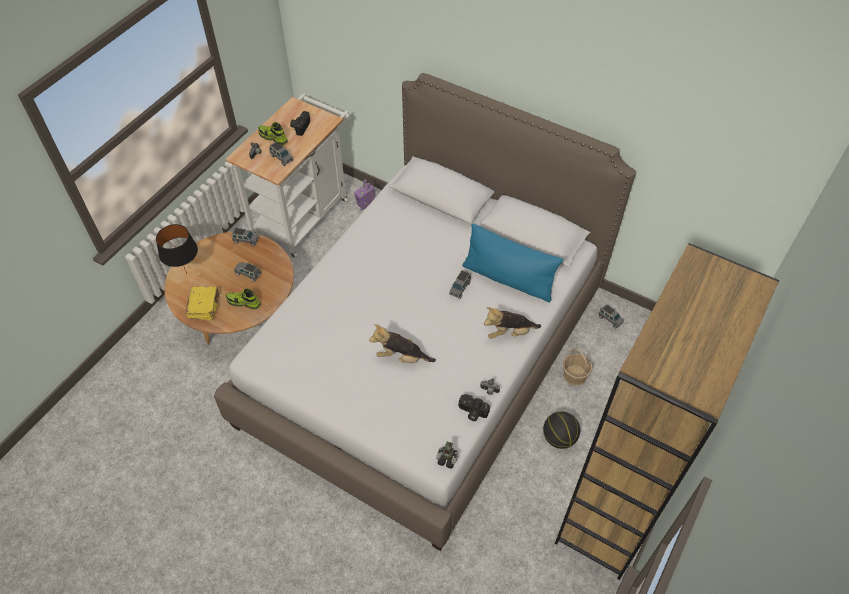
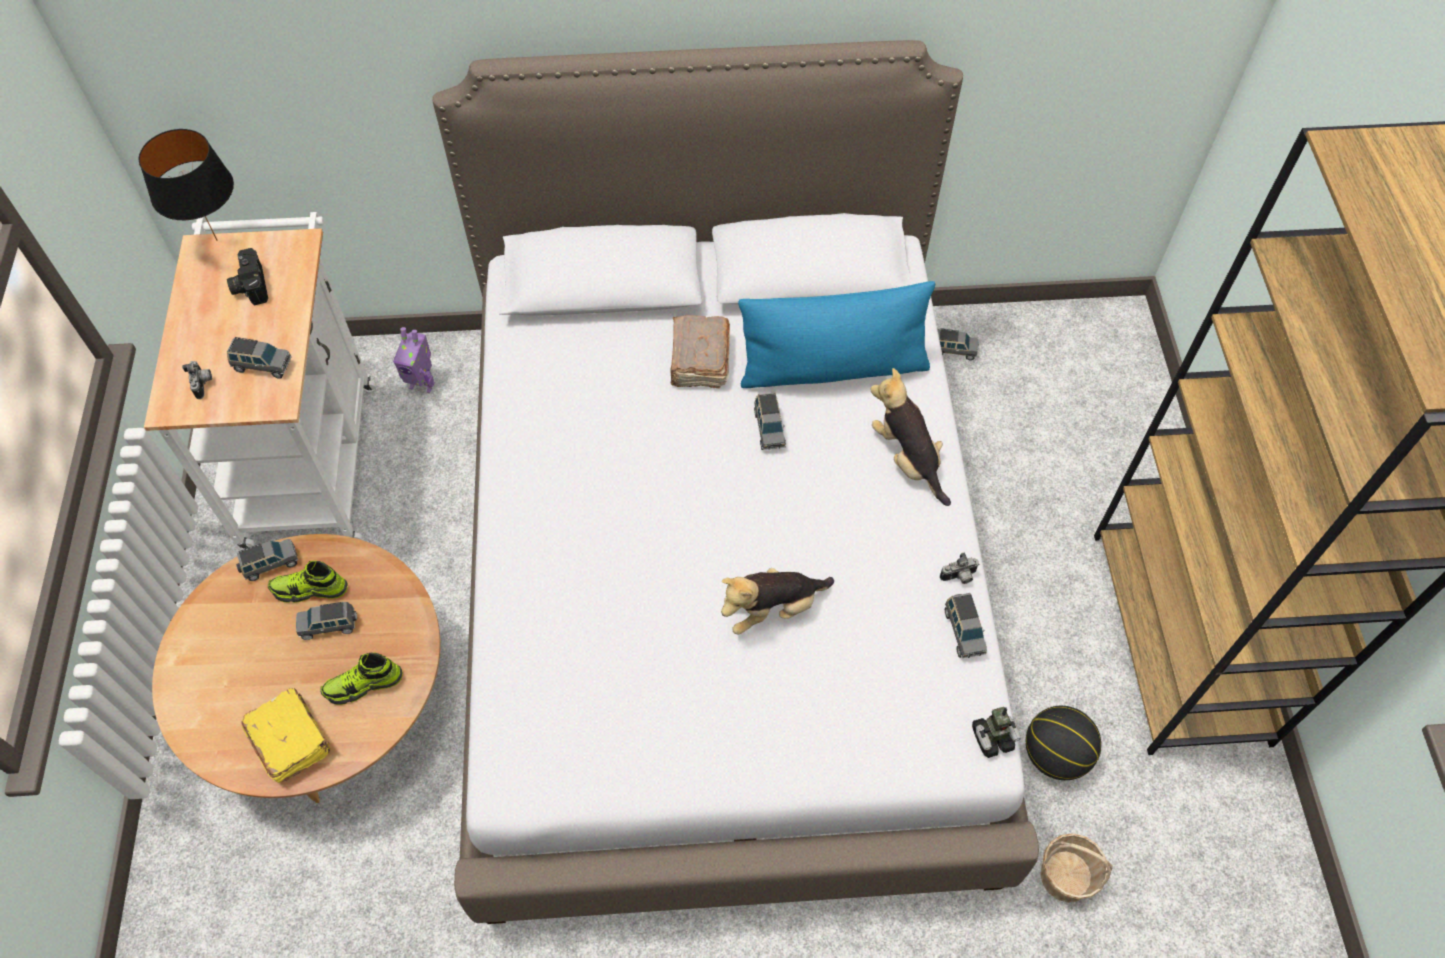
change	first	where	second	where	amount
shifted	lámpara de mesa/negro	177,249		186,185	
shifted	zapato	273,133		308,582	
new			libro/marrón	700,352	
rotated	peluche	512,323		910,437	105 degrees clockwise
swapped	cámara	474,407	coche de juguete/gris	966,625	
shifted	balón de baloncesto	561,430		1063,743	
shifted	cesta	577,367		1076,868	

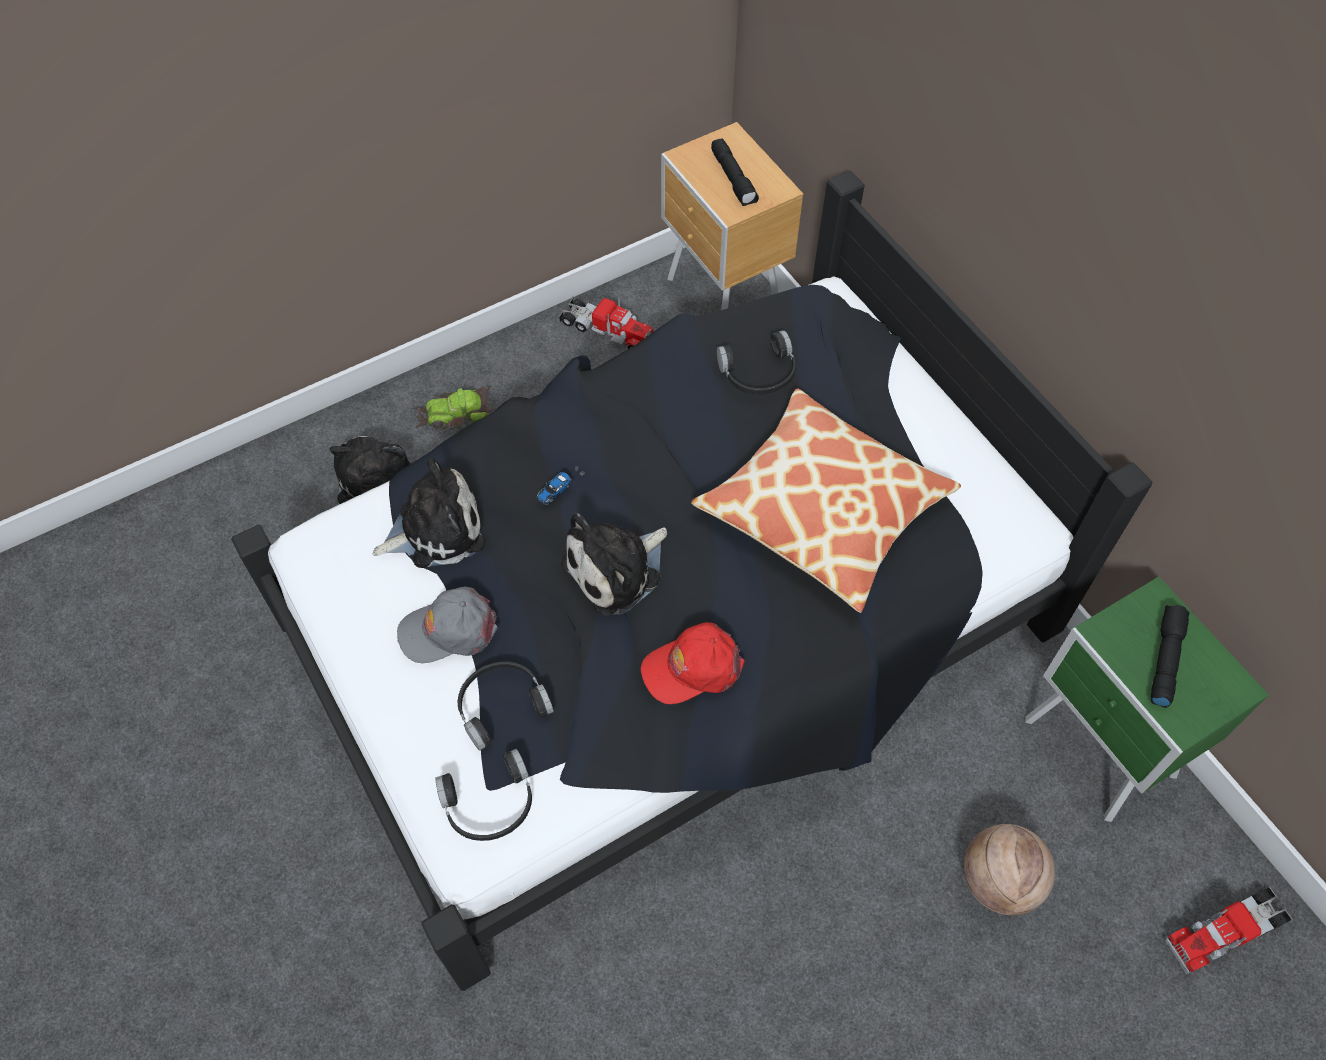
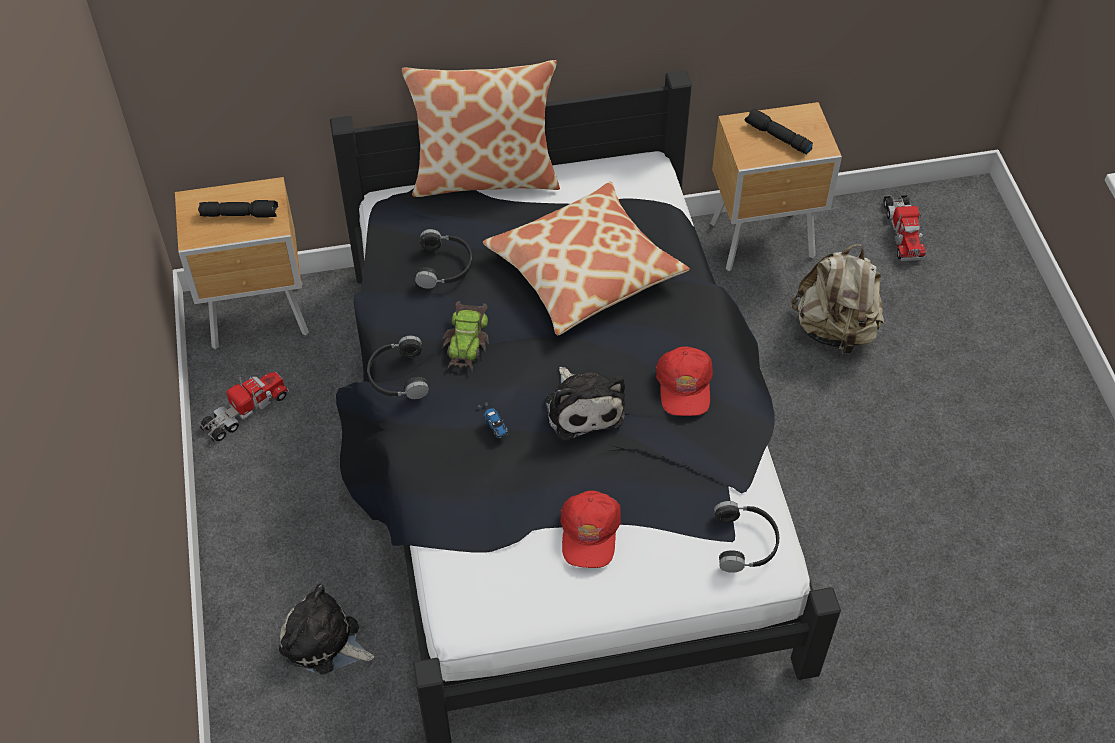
change	first	where	second	where	amount
shifted	auriculares/negro	505,706		398,367	
new			cojín	481,128	
shifted	coche de juguete	453,408		465,335	
repainted	gorra/gris	447,625	gorra/rojo	590,529	
repainted	mesita de noche/verde	1147,699	mesita de noche/marrón	776,186	
swapped	balón de baloncesto	1009,869	mochila/beis	837,300	
gone	peluche	429,512			

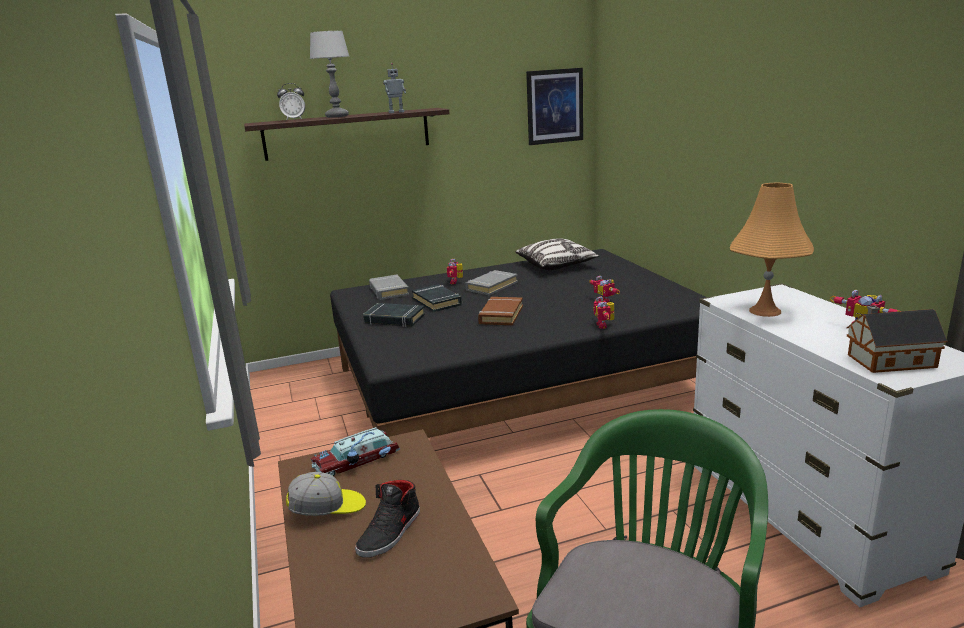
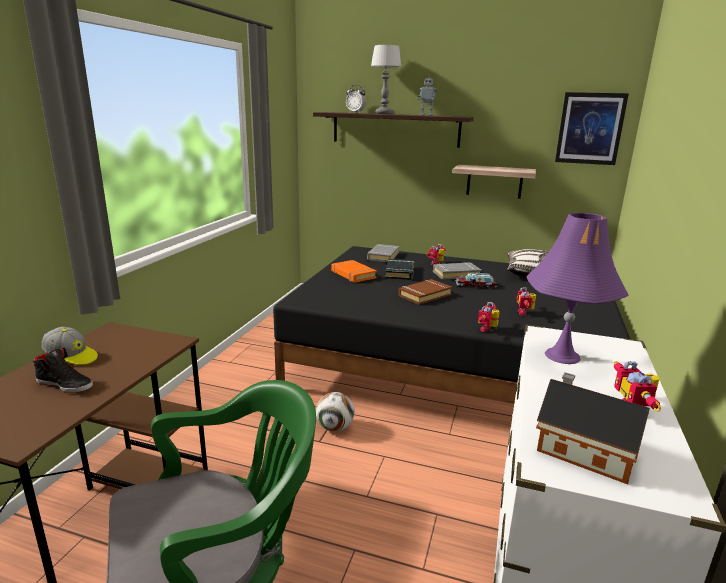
change	first	where	second	where	amount
rotated	zapato/negro	387,519		63,370	135 degrees counterclockwise
new			balón de fútbol	335,412	
repainted	libro/negro	394,315	libro/naranja	354,271	
new			estante	494,182	
shifted	coche de juguete	355,451		476,280	
repainted	lámpara de mesa/naranja	772,249	lámpara de mesa/morado	577,288	

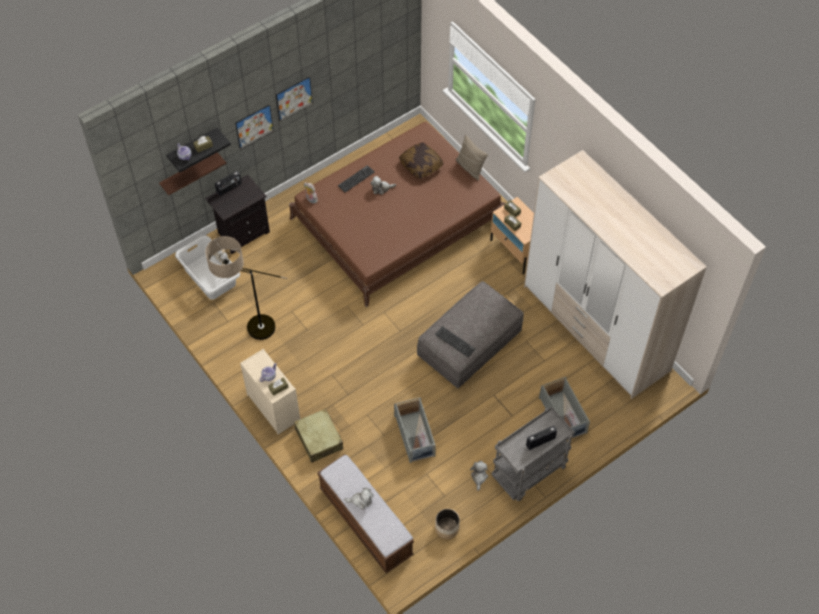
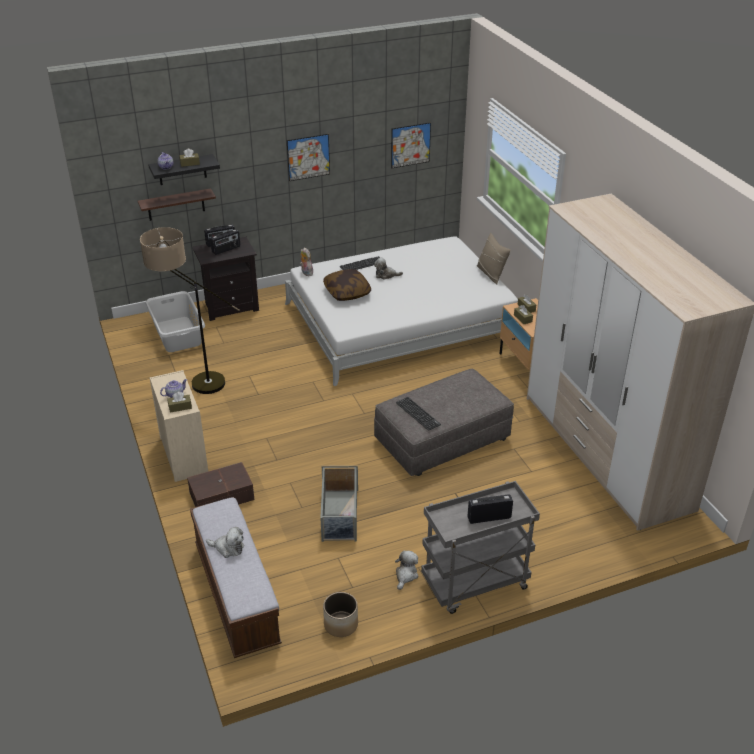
change	first	where	second	where	amount
swapped	maleta/beis	318,436	caja de almacenaje/marrón	220,484	
new			radio	225,242	
repainted	cama/marrón	397,214	cama/blanco	401,311	
shifted	cojín	421,161		347,285	
shifted	cuadro	254,127		411,145	
gone	caja de almacenaje/gris	564,408			

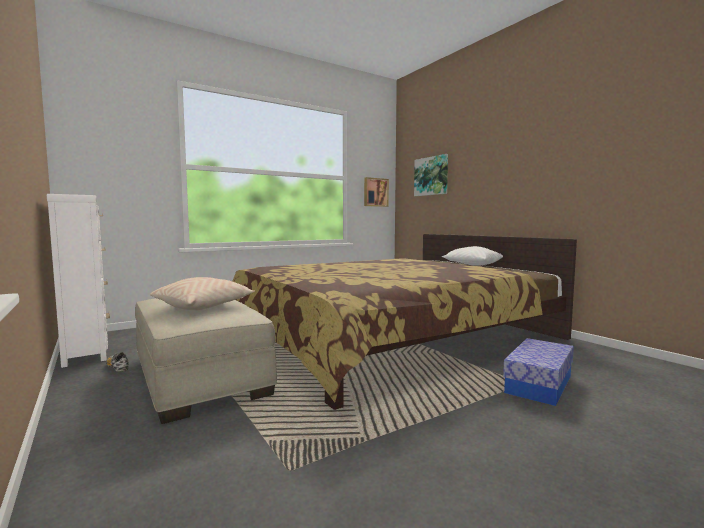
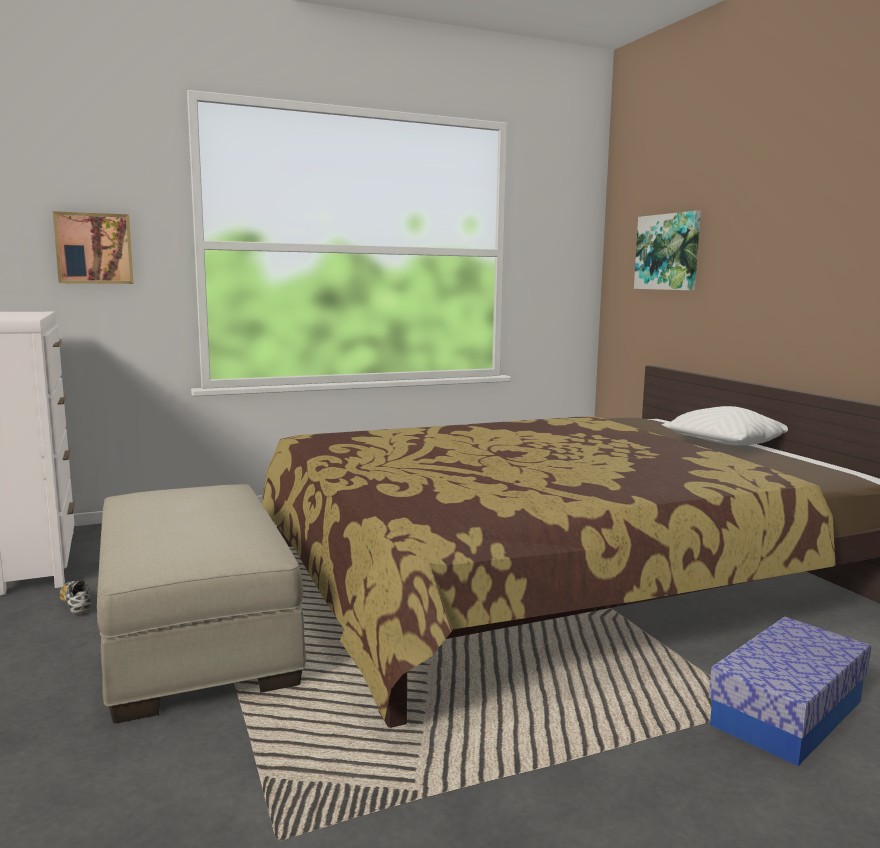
change	first	where	second	where	amount
shifted	cuadro	376,192		93,247	
gone	cojín/beis	202,293			

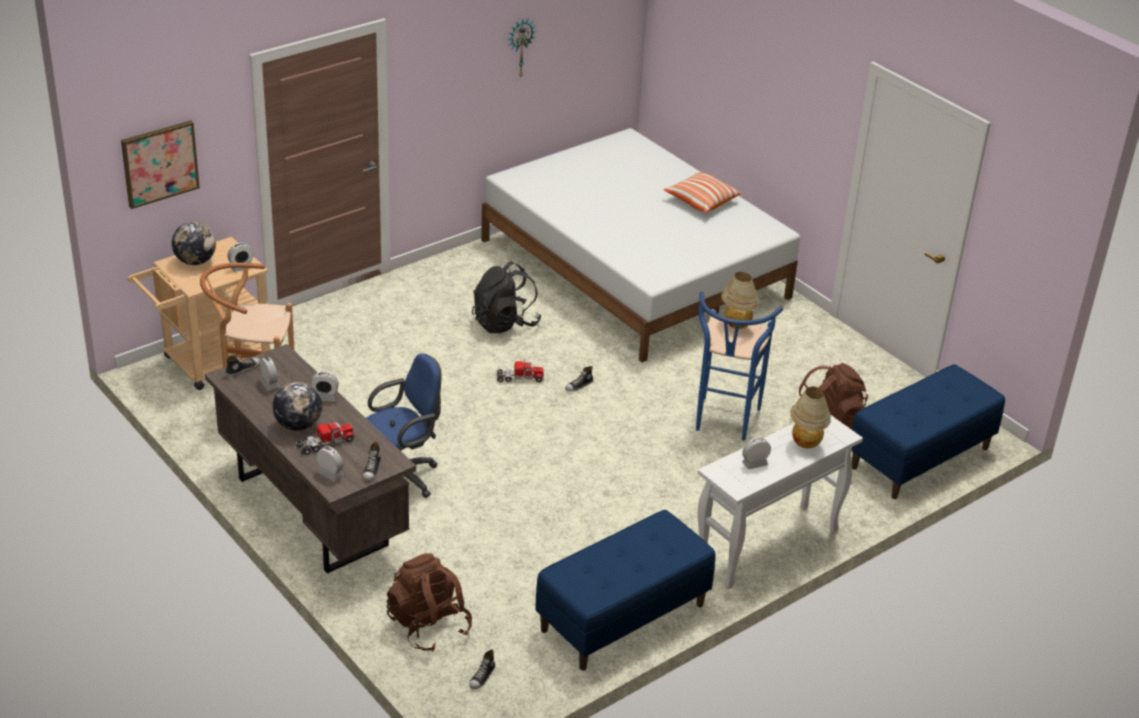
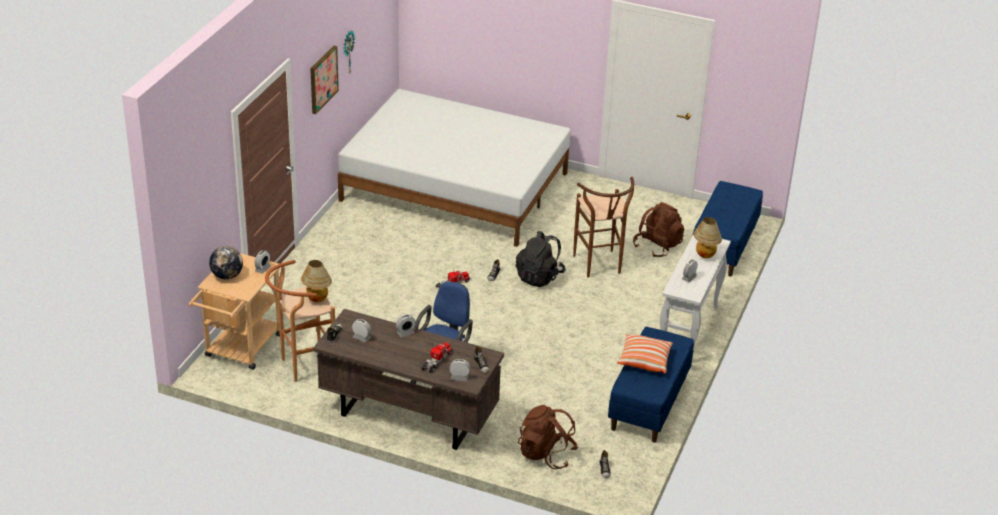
change	first	where	second	where	amount
shifted	lámpara de mesa	740,300		316,281	
shifted	cuadro	160,164		324,80	
shifted	mochila/negro	506,297		541,259	
repainted	taburete/azul	739,365	taburete/marrón	603,227	
shifted	cojín	702,192		645,354	
gone	globo terráqueo	297,406			

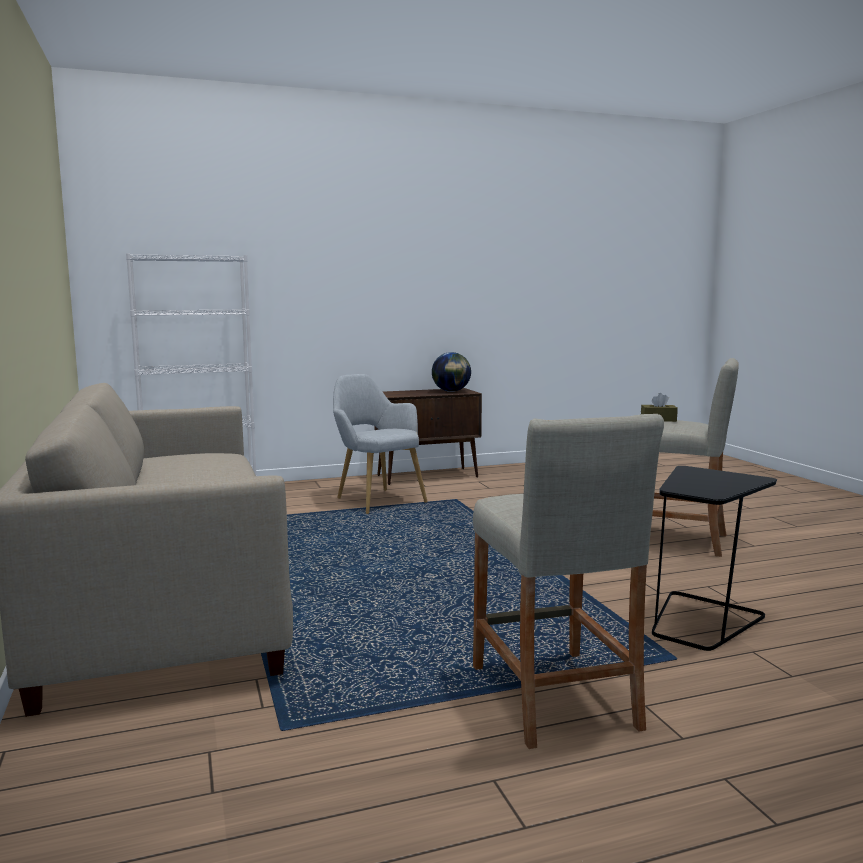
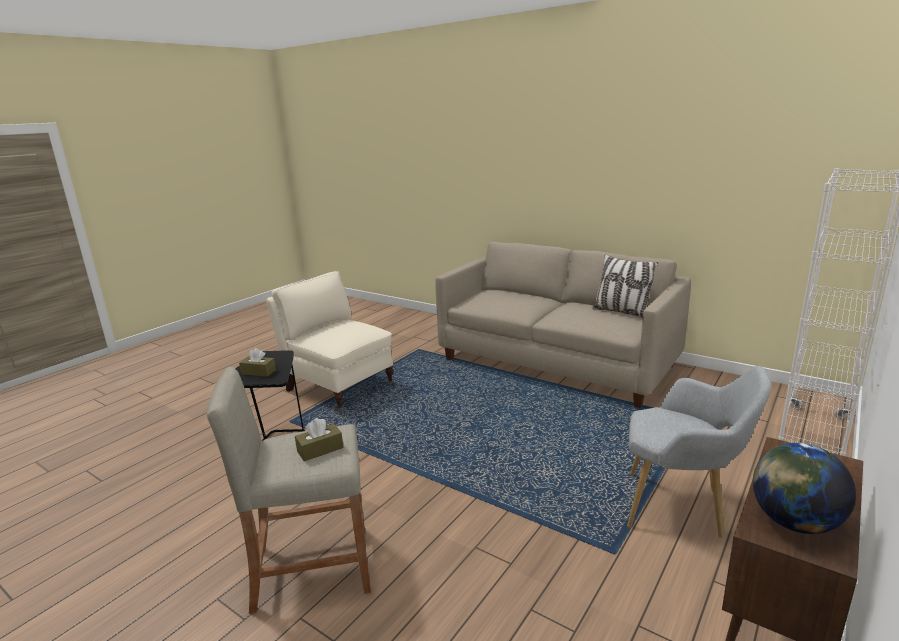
change	first	where	second	where	amount
new			caja de pañuelos/marrón	257,362	
swapped	taburete/beis	568,581	sillón/beis	330,341	
new			cojín	625,286	

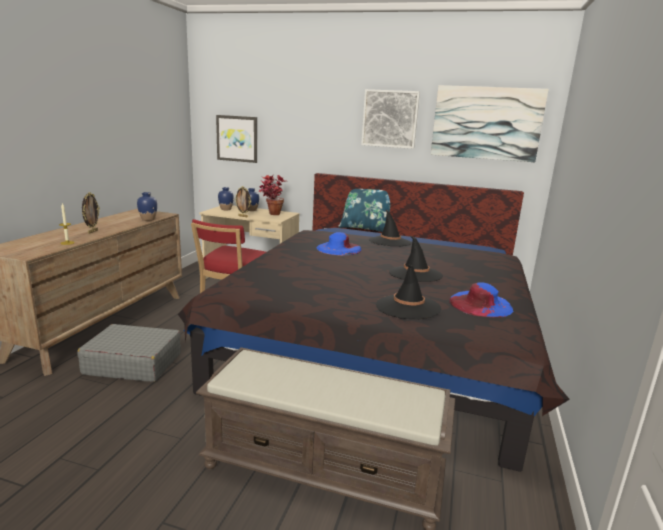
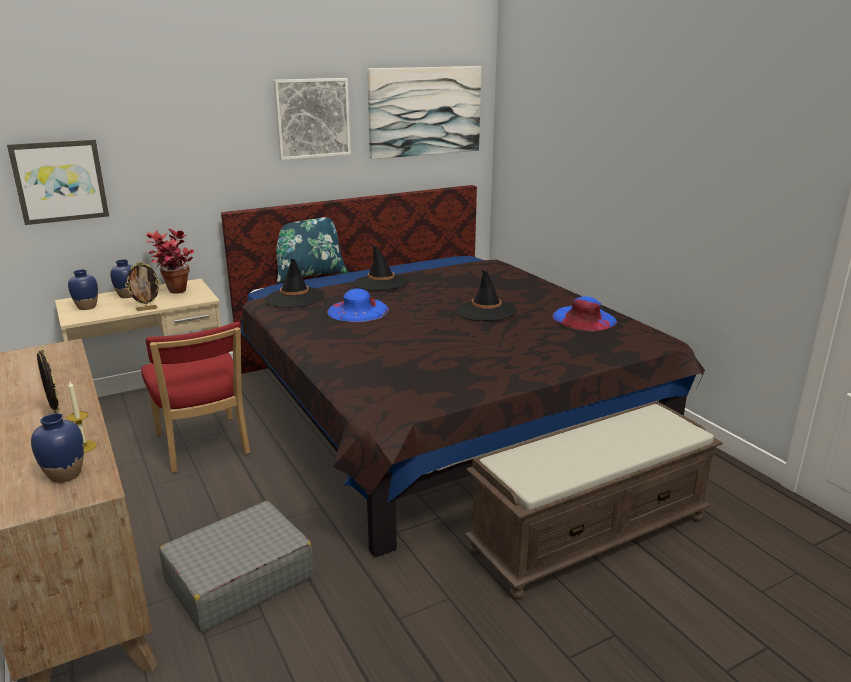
change	first	where	second	where	amount
shifted	florero/azul	147,206		57,448	
shifted	sombrero/negro	408,291		294,283	

